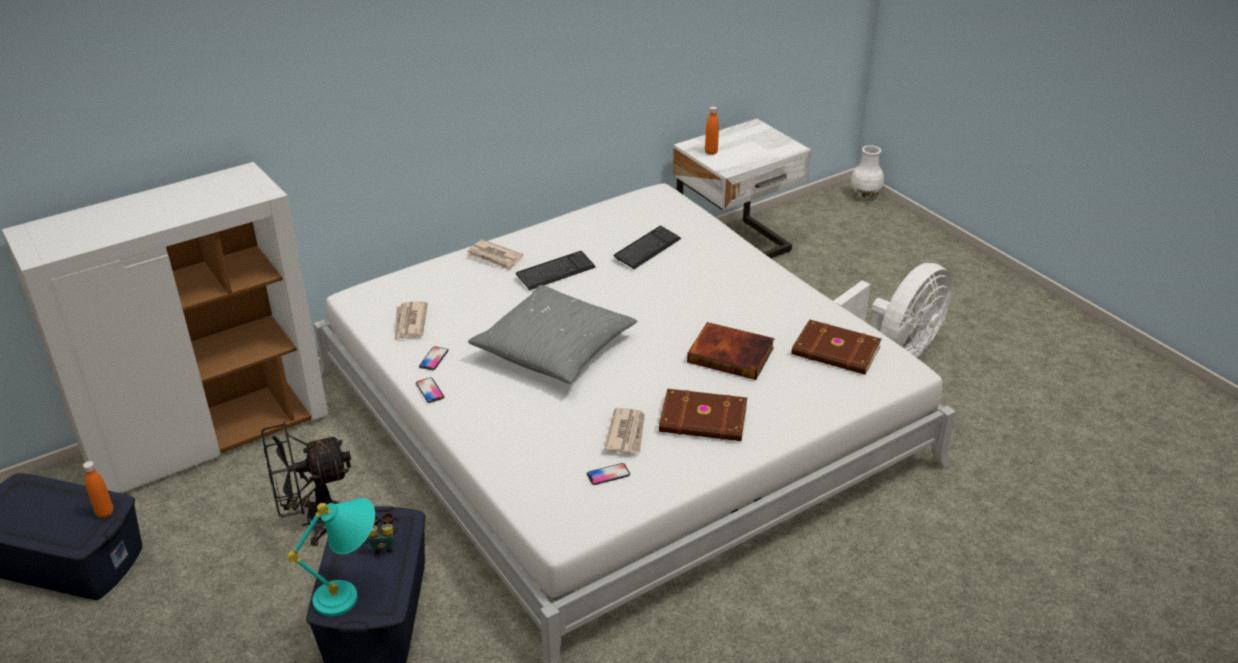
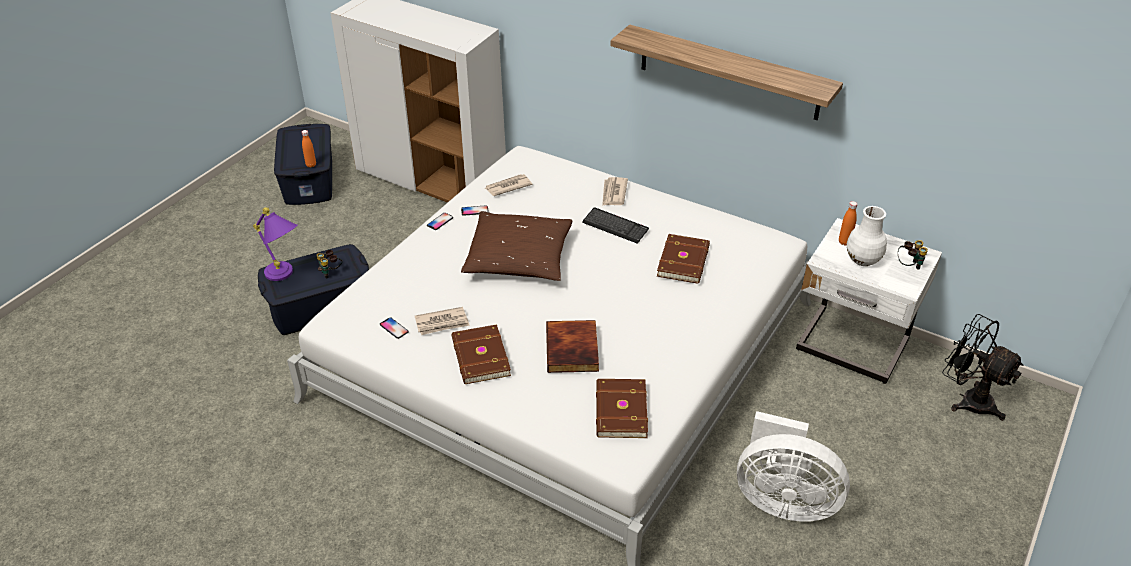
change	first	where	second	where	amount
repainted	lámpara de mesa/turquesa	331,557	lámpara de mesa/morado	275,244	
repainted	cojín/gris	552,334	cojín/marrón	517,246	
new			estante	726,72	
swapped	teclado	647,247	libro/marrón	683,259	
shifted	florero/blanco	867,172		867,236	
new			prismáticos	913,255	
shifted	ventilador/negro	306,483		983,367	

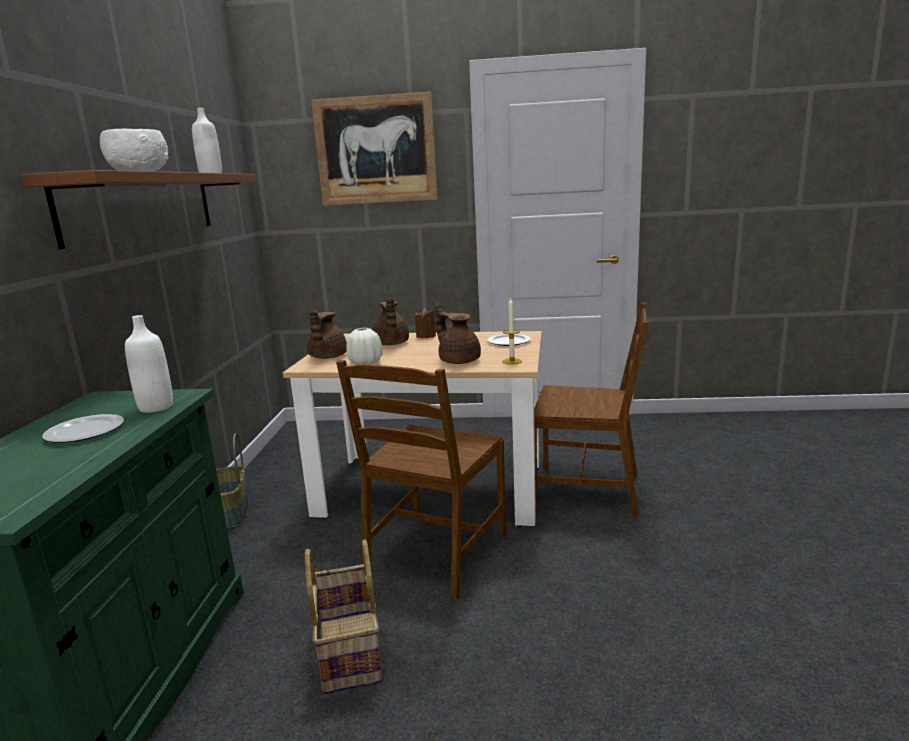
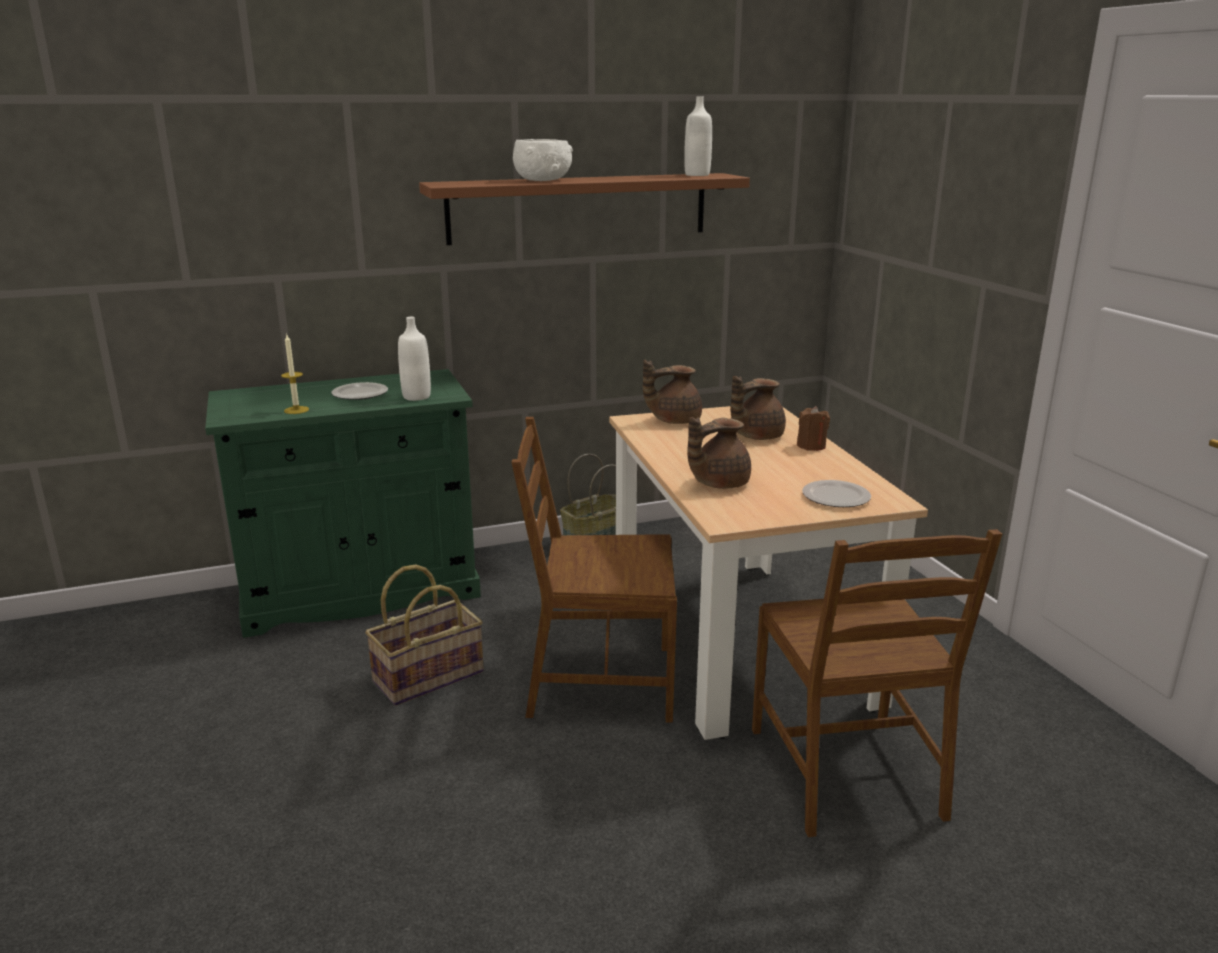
change	first	where	second	where	amount
shifted	vela	512,331		295,374	
rotated	tetera/marrón	458,333		719,453	150 degrees counterclockwise
gone	cuadro	374,148			
gone	florero/blanco	364,346			

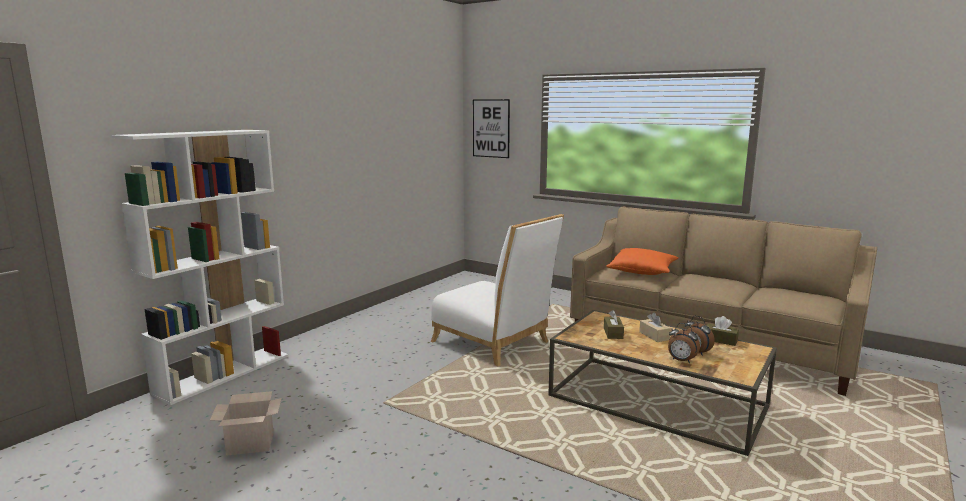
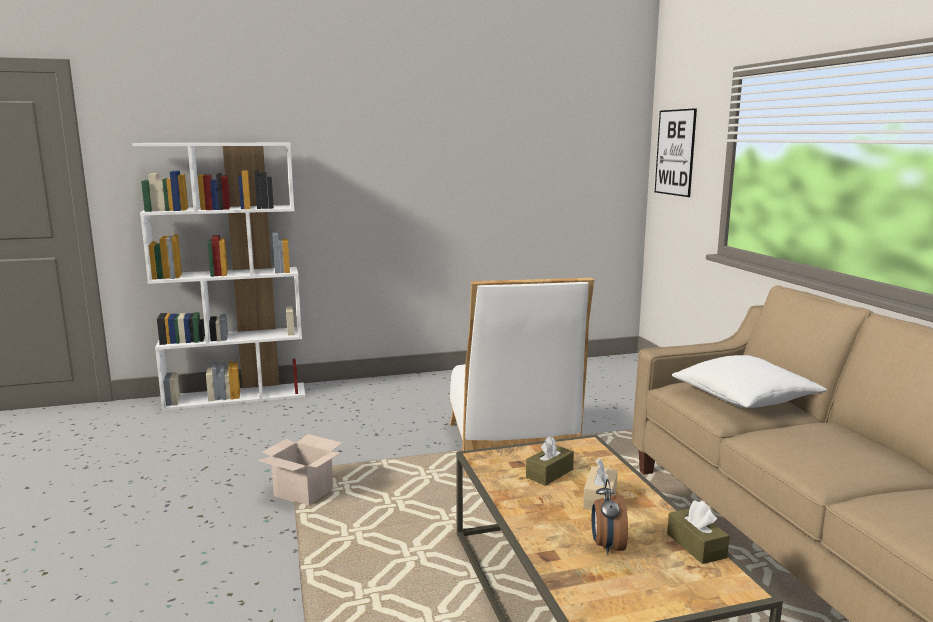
change	first	where	second	where	amount
shifted	caja de cartón	246,423		300,469	
repainted	cojín/naranja	642,261	cojín/blanco	749,381	
gone	despertador	684,343			

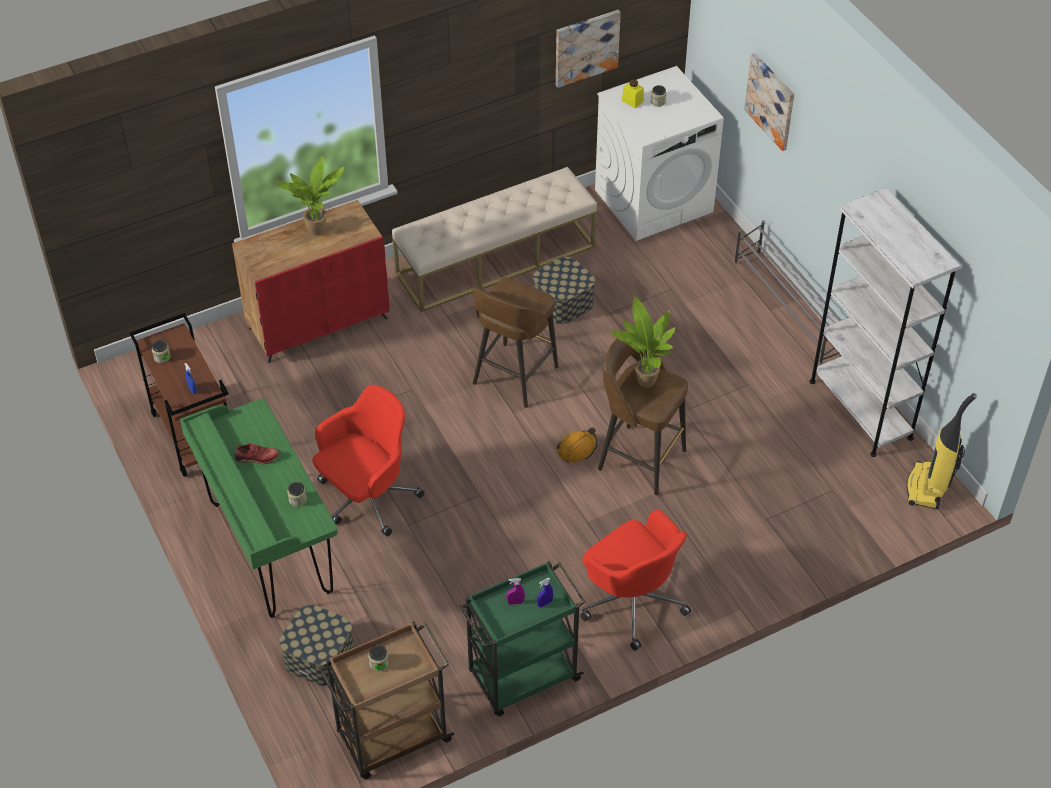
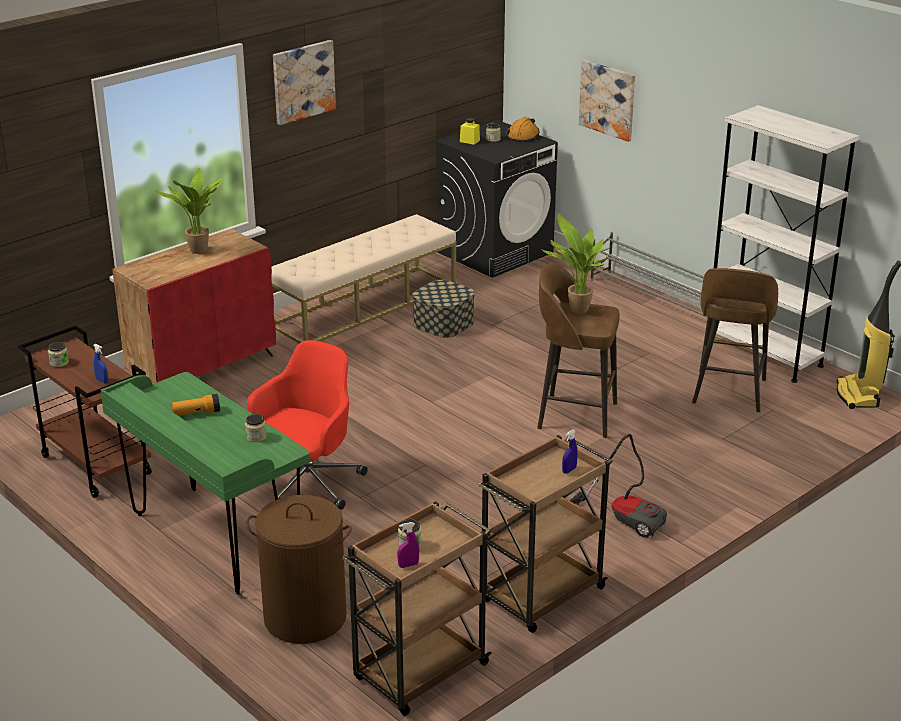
change	first	where	second	where	amount
swapped	zapato/rojo	257,453	linterna	196,405	
swapped	caja de almacenaje	316,645	cesto de la ropa/marrón	299,569	
shifted	cuadro	588,49		304,82	
shifted	pulverizador/morado	515,591		408,545	
repainted	lavadora/blanco	659,153	lavadora/negro	496,199	
repainted	carrito/verde	522,638	carrito/marrón	545,534	
shifted	casco/naranja	576,445		523,129	
swapped	silla de oficina/rojo	635,580	aspiradora	618,486	
shifted	taburete/marrón	515,343		735,340	

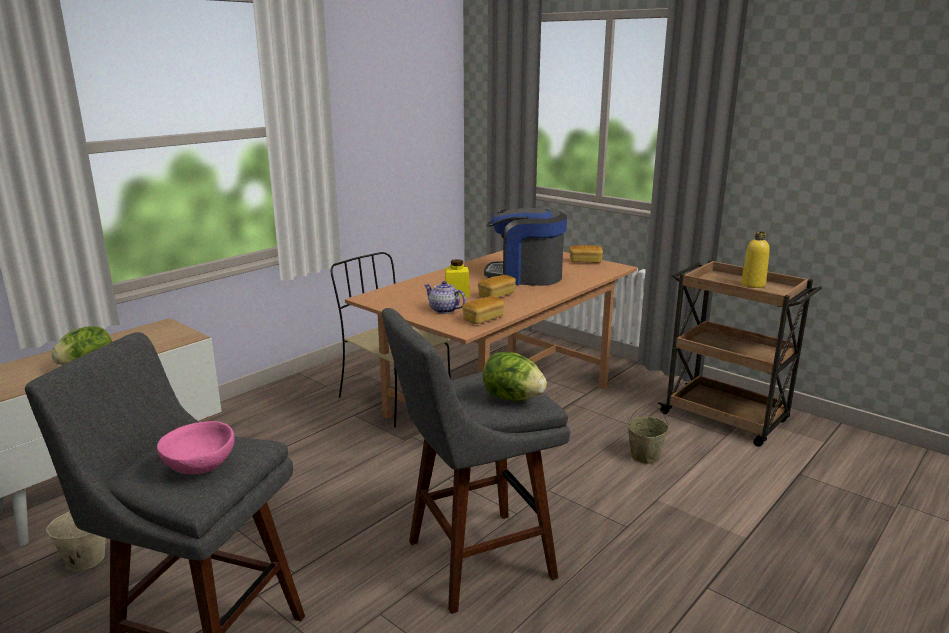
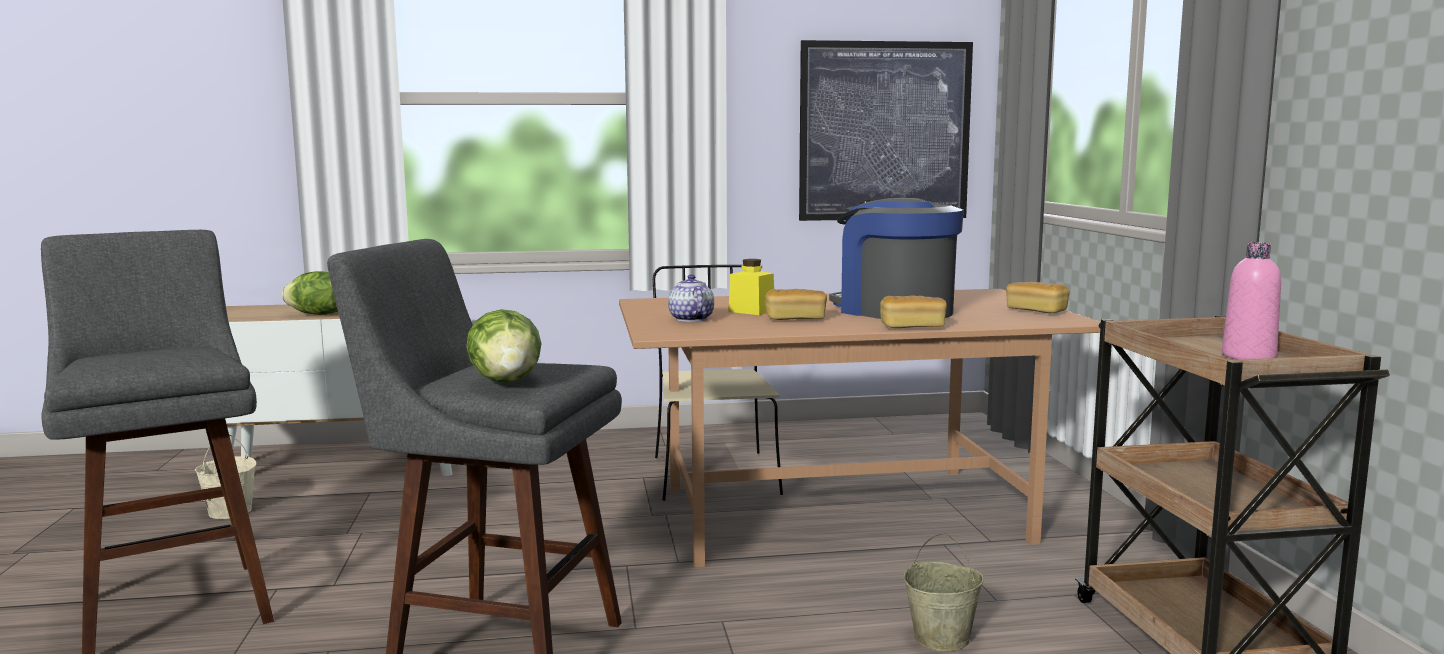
change	first	where	second	where	amount
new			cuadro	886,130	
shifted	pan	483,310		913,311	
repainted	botella/amarillo	755,259	botella/rosa	1251,301	
gone	cuenco/rosa	196,448			

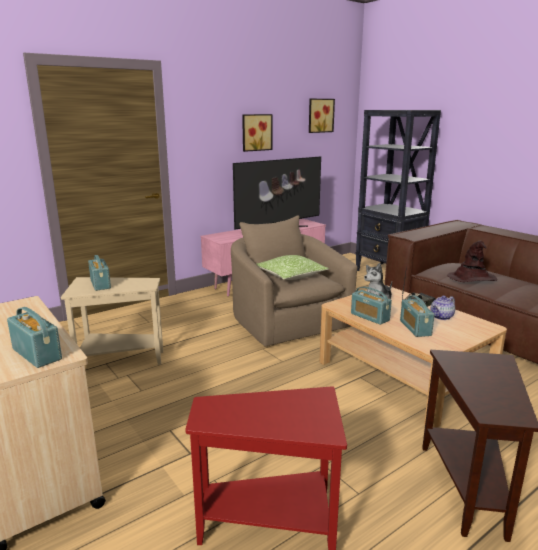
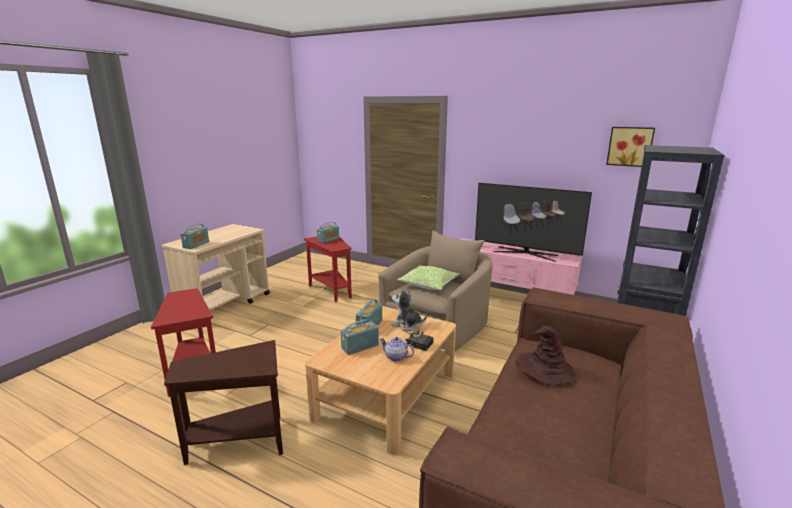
change	first	where	second	where	amount
repainted	mesa auxiliar/beis	112,321	mesa auxiliar/rojo	328,269	
gone	cuadro	257,133			

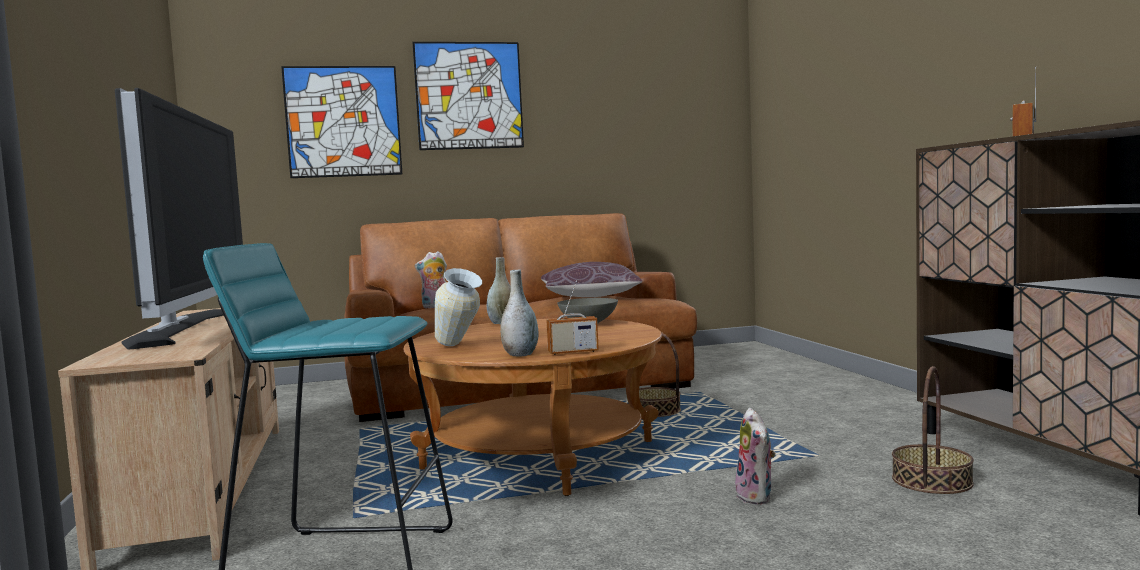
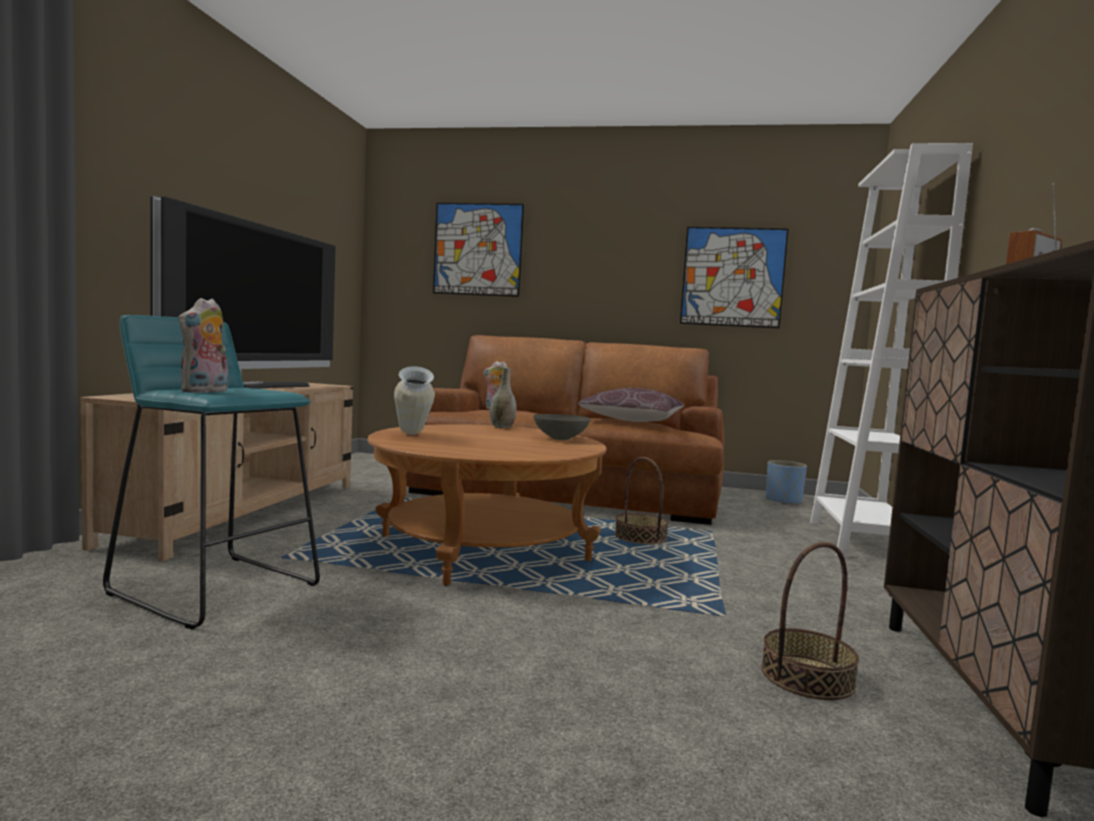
change	first	where	second	where	amount
shifted	peluche	755,456		203,345	
shifted	cuadro	468,96		734,277	
new			maceta/azul	786,482	
new			estantería/blanco	891,350	
gone	florero/gris	519,313			
gone	radio	572,317			

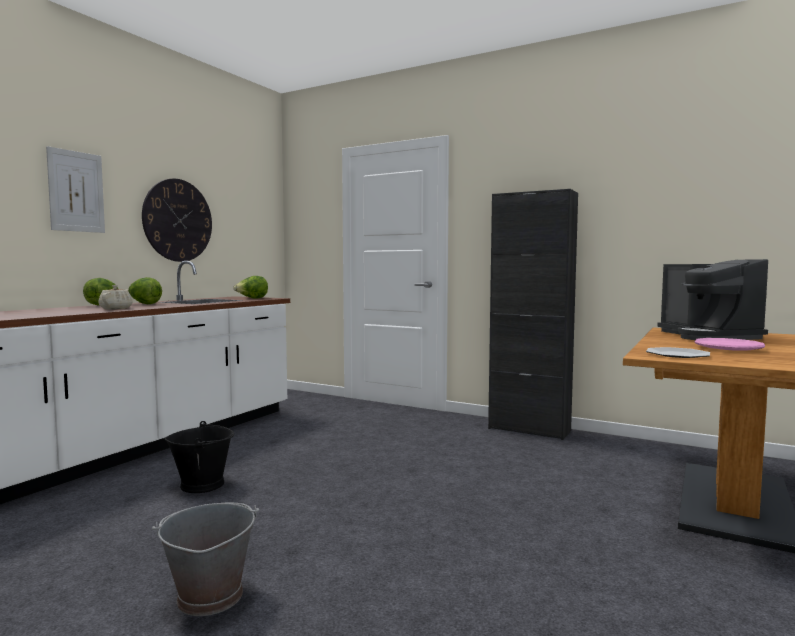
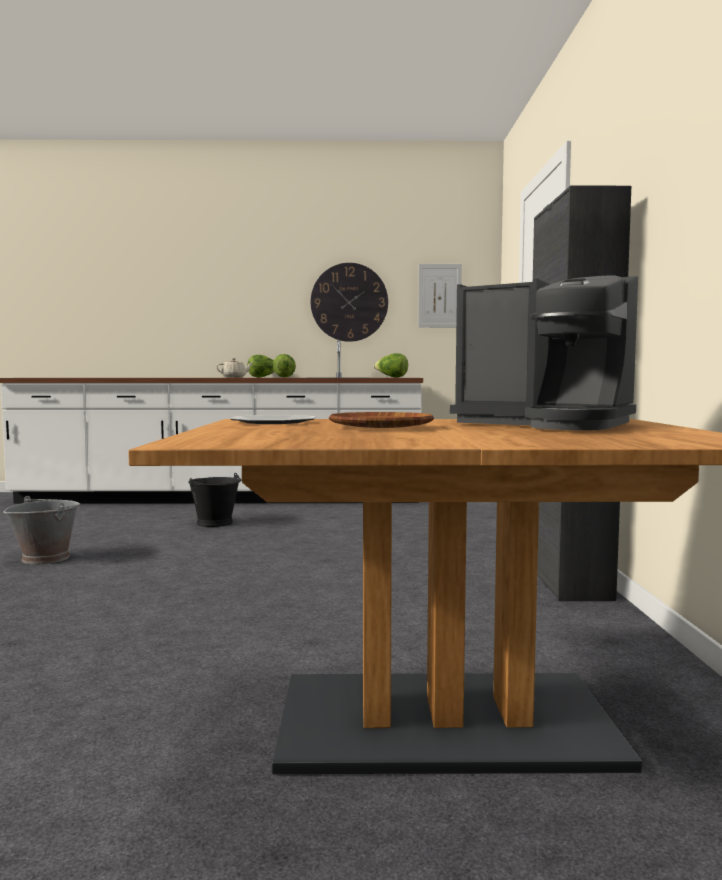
change	first	where	second	where	amount
repainted	plato/rosa	729,344	plato/marrón	381,420	
shifted	cuadro	75,189		440,296	
rotated	cafetera	712,299		544,353	105 degrees counterclockwise

